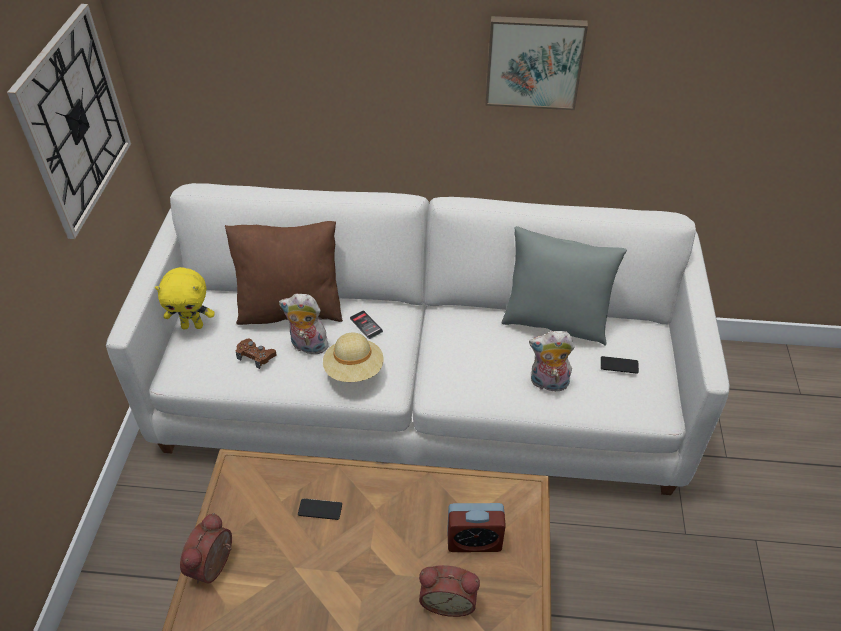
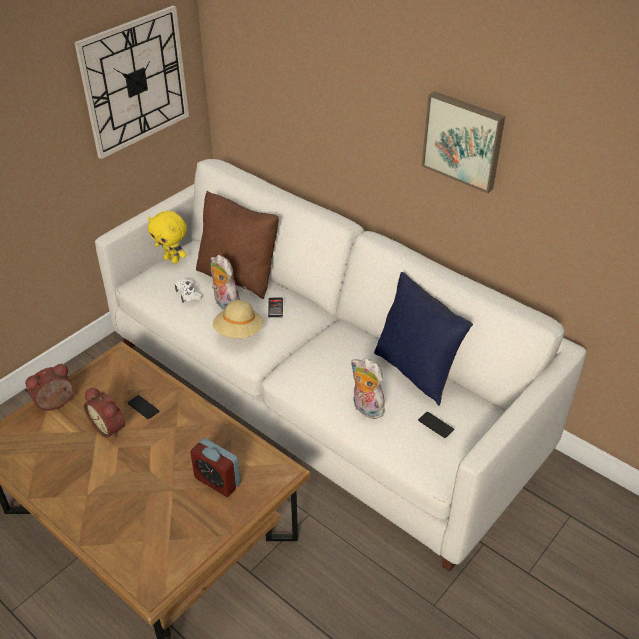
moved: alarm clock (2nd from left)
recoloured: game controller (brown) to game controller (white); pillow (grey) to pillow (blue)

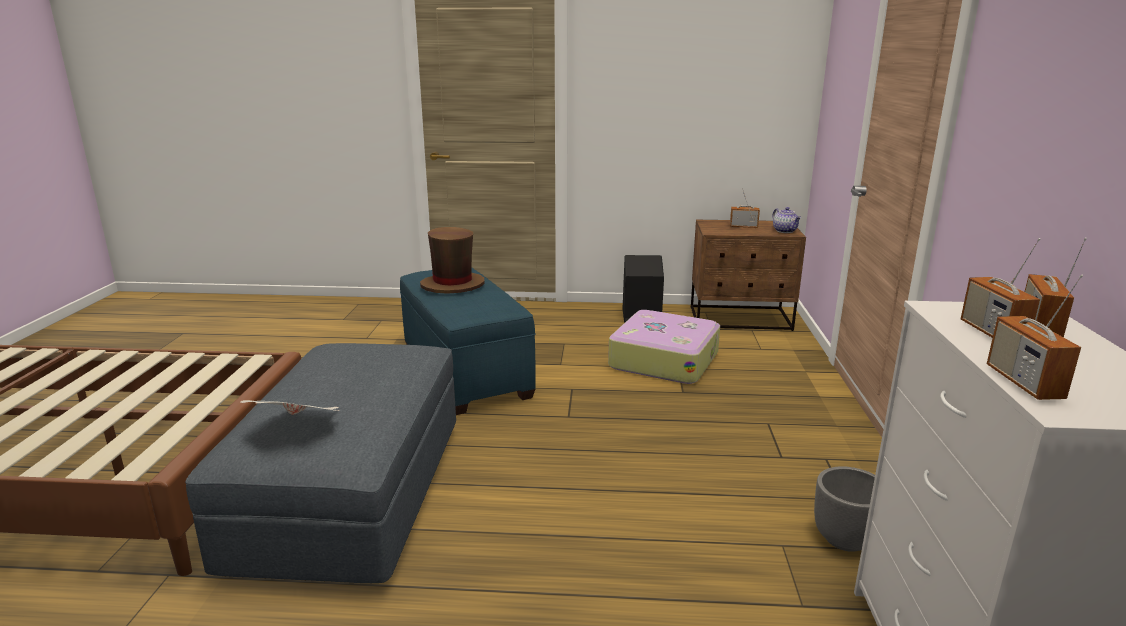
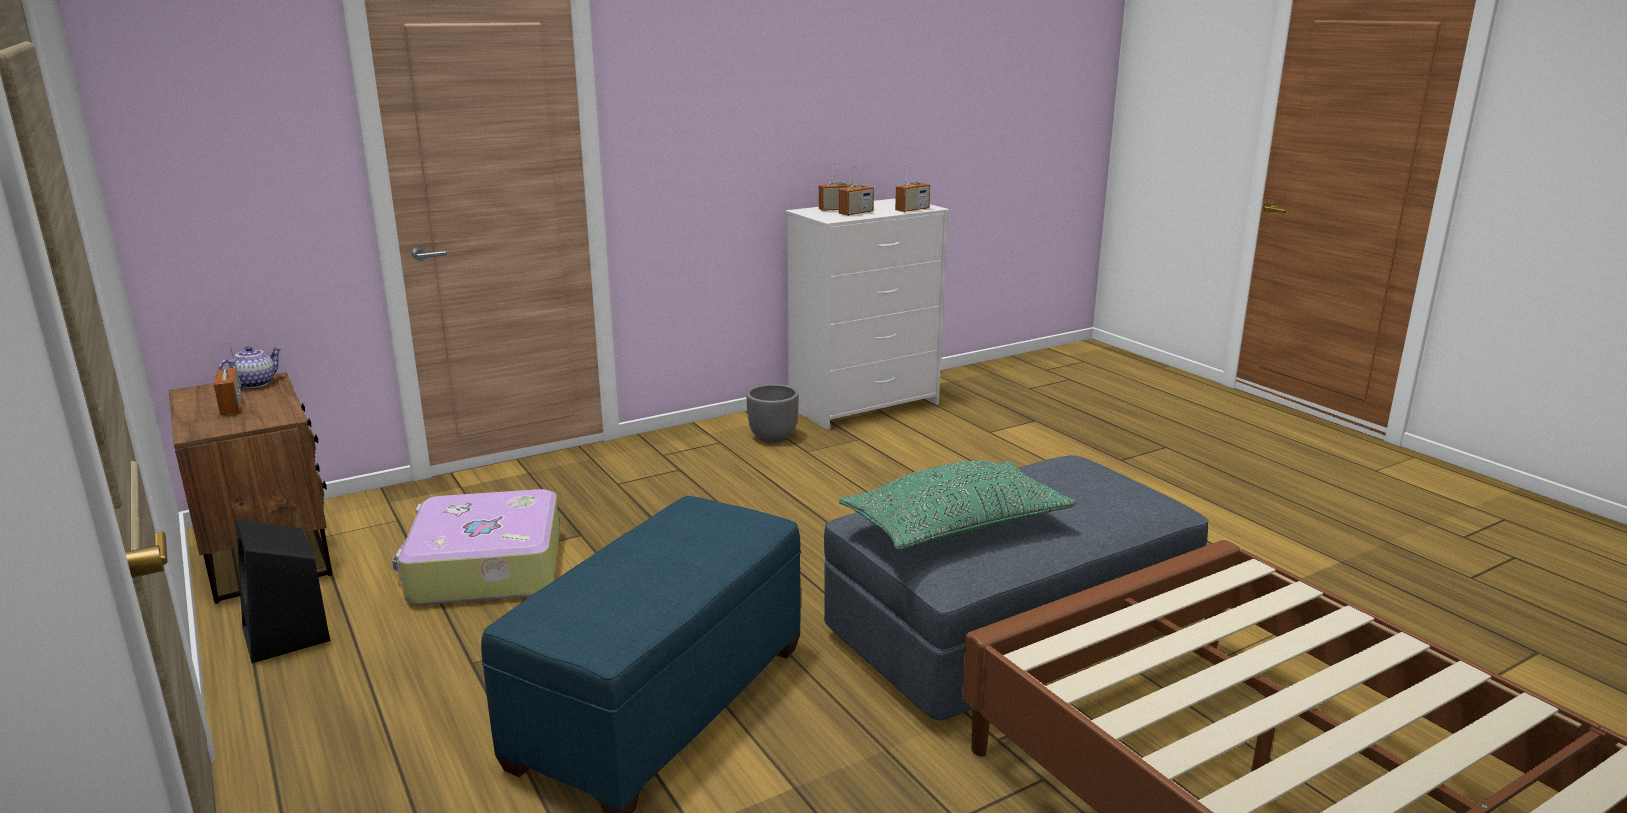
removed: newspaper; hat (brown)
added: pillow (green)

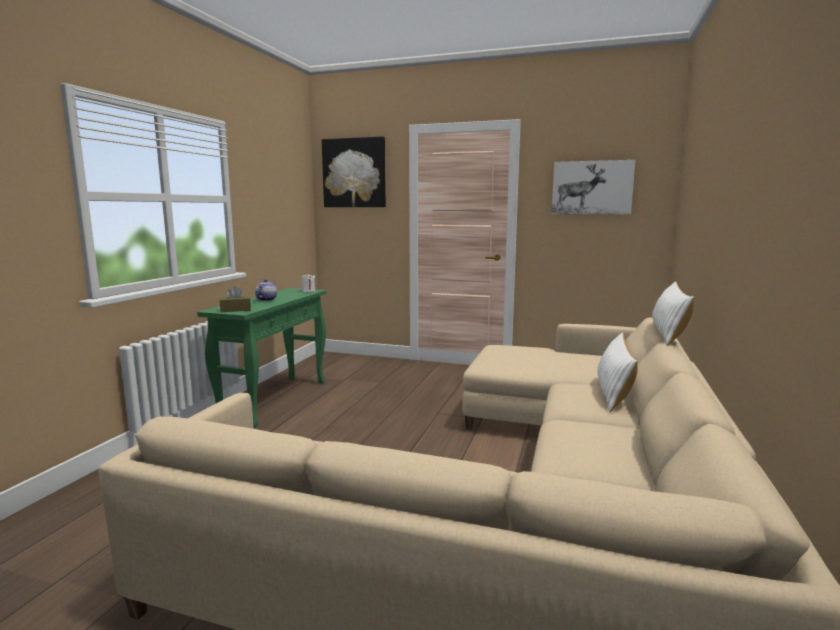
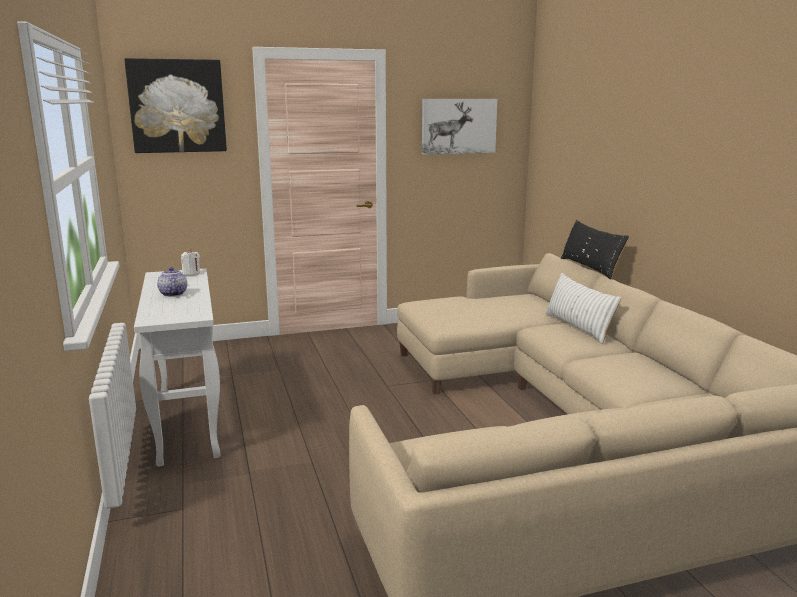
removed: tissue box (brown)
recoloured: console table (green) to console table (white); pillow (white) (2nd from left) to pillow (black)

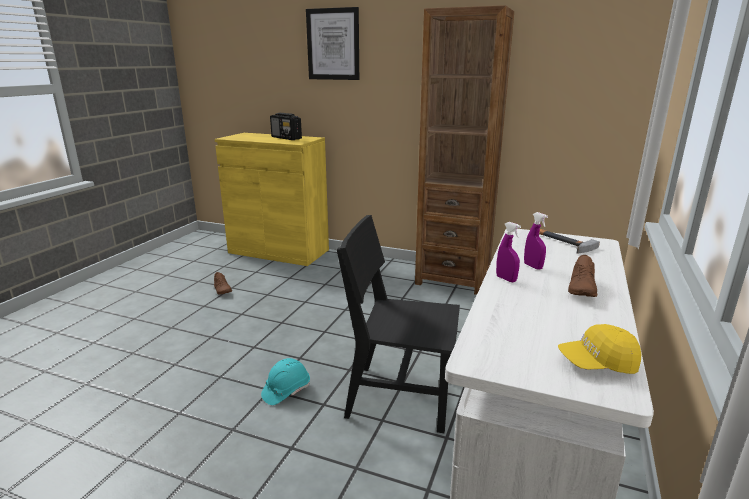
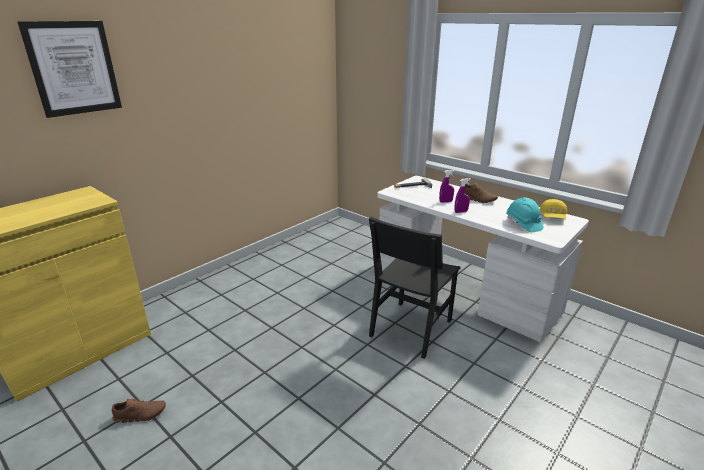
removed: radio; bookcase (brown)
moved: hard hat (turquoise)

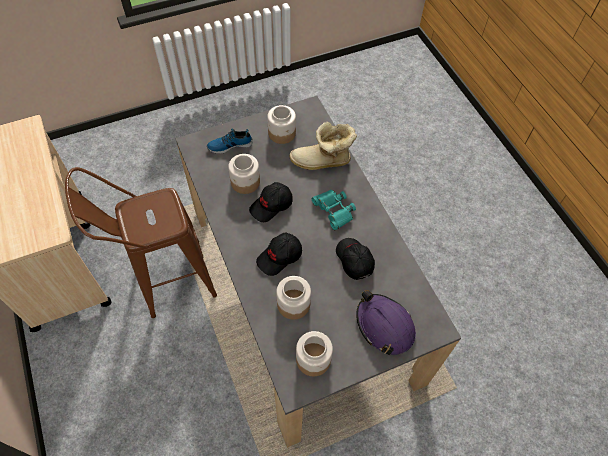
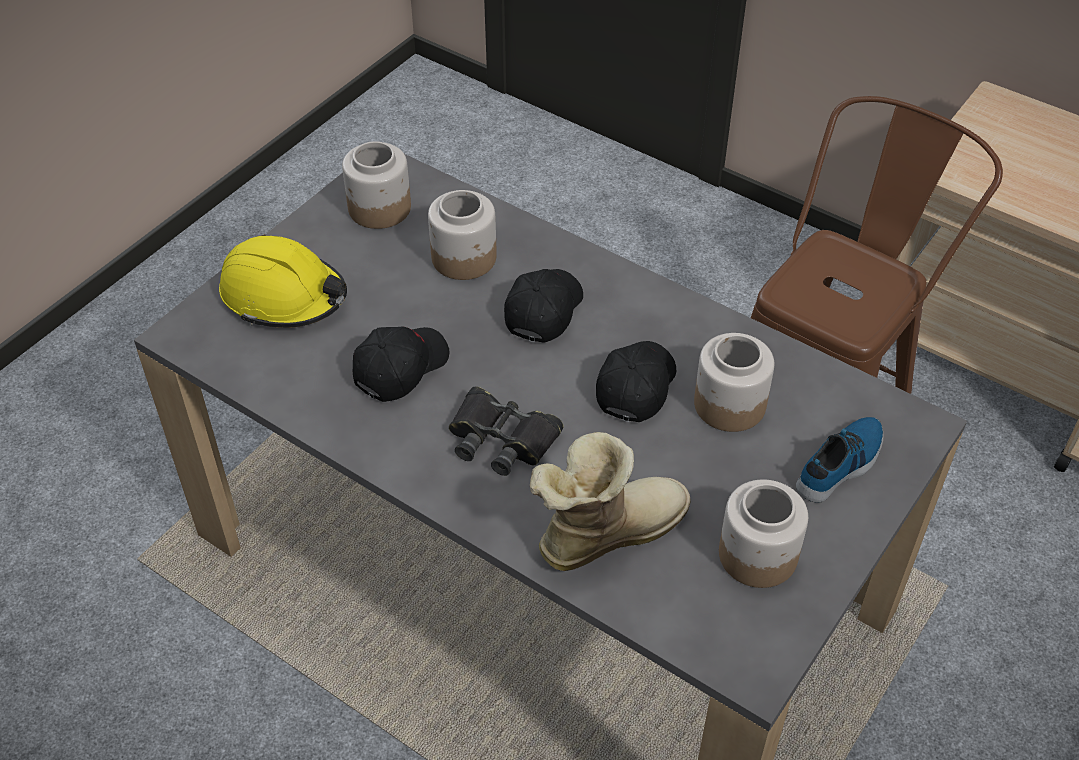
recoloured: binoculars (turquoise) to binoculars (black); hard hat (purple) to hard hat (yellow)
turned: cap (black) (3rd from left in the first image) 90 degrees counterclockwise

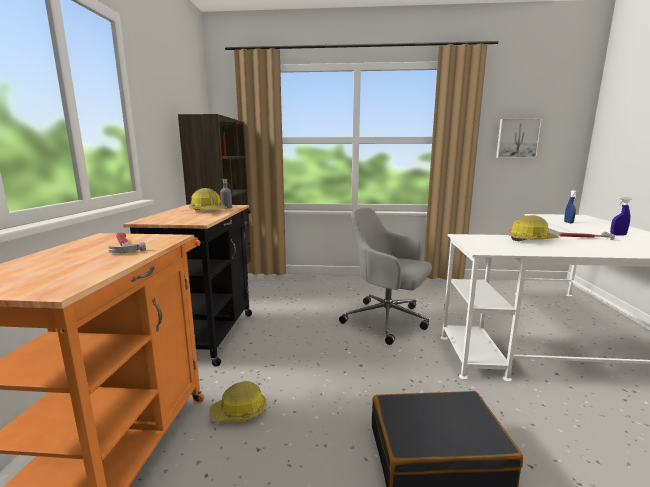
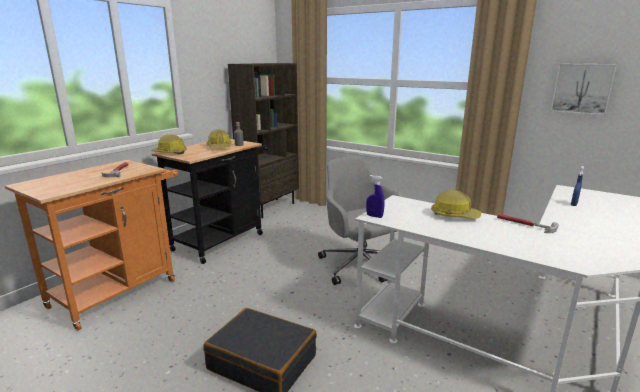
moved: hard hat (2nd from left in the first image) to hard hat (1st from left); spray bottle (blue) (2nd from left in the first image) to spray bottle (blue) (1st from left)

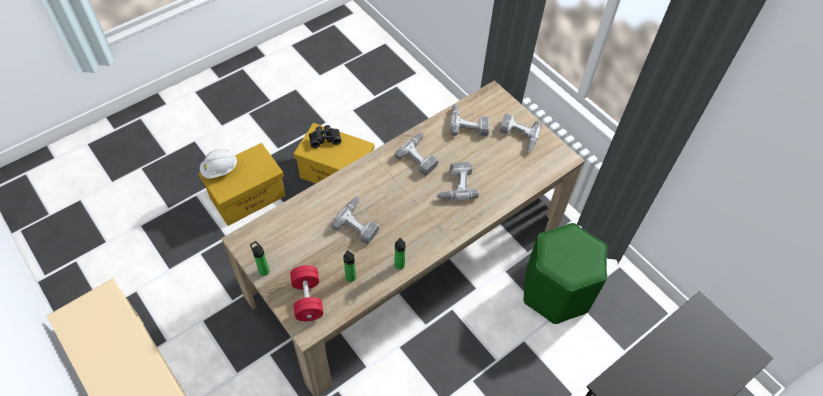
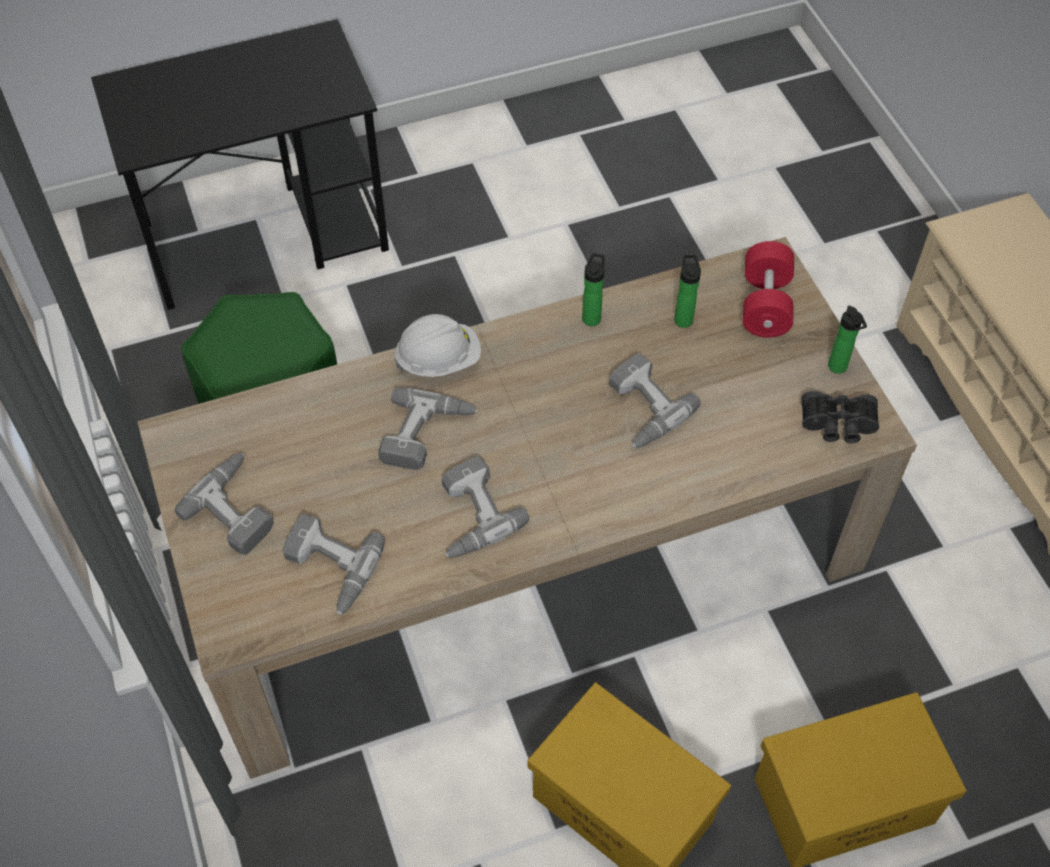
moved: hard hat (white); binoculars (black)

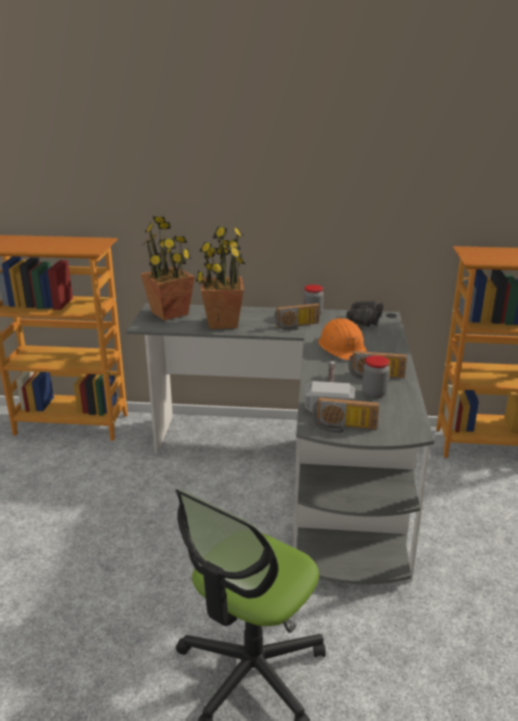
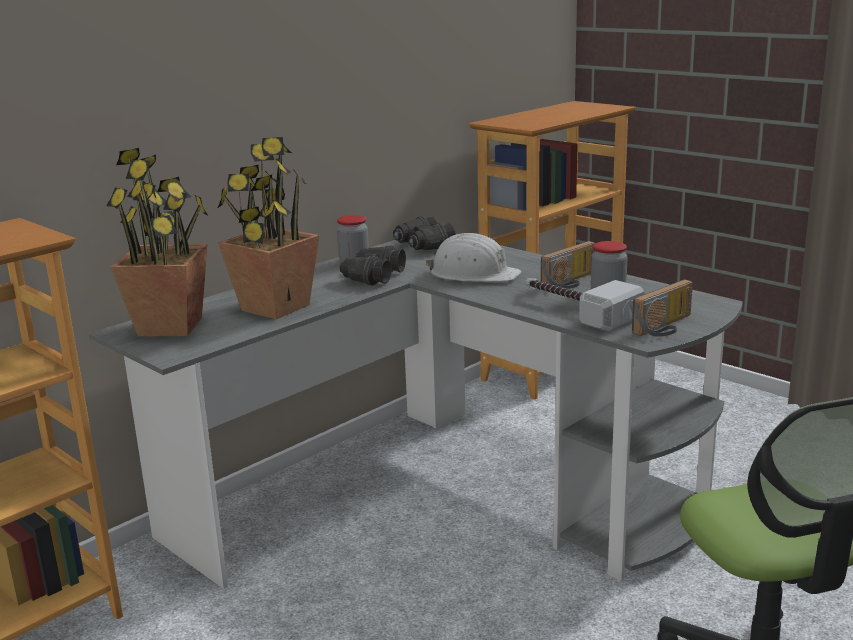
replaced: radio (1st from left) to binoculars (black) (1st from left)
recoloured: hard hat (orange) to hard hat (white)

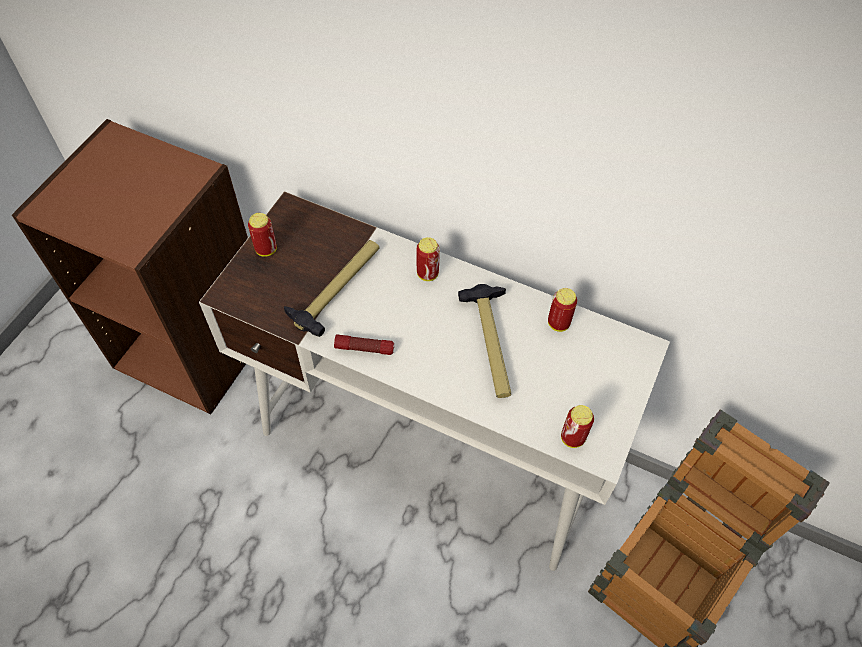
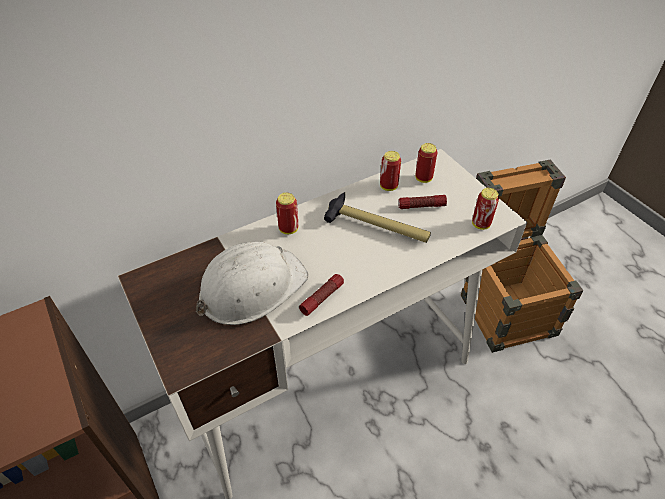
added: flashlight (2nd from left)
moved: can (1st from left in the first image) to can (3rd from left)
replaced: hammer (1st from left) to hard hat (white)

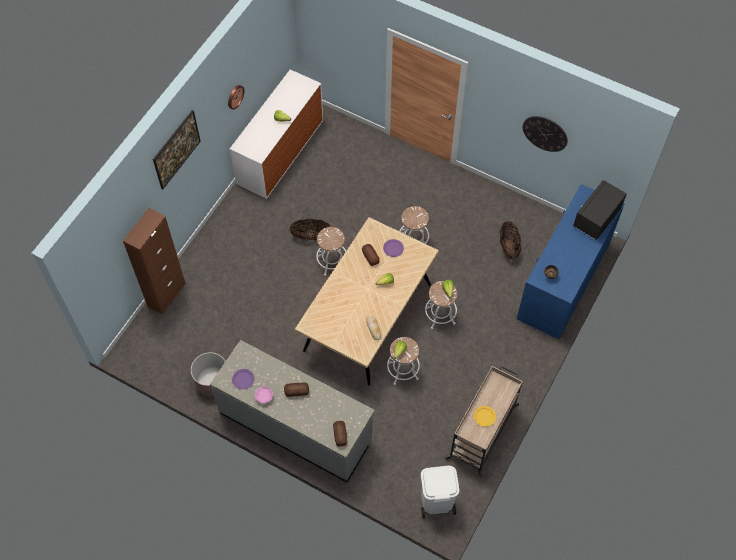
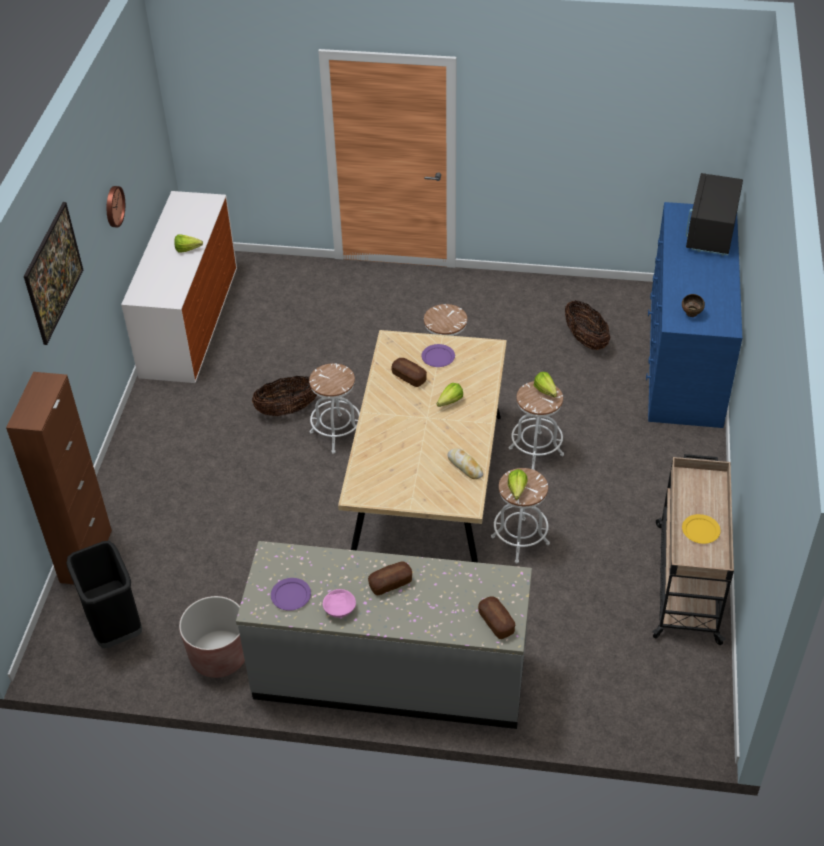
removed: trash can (white); wall clock (2nd from left)
added: trash can (black)

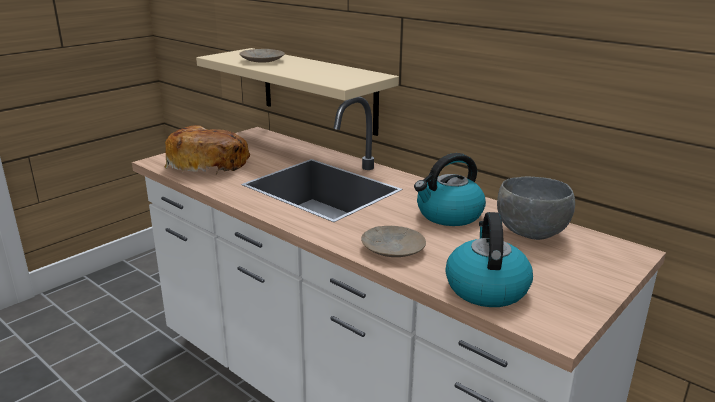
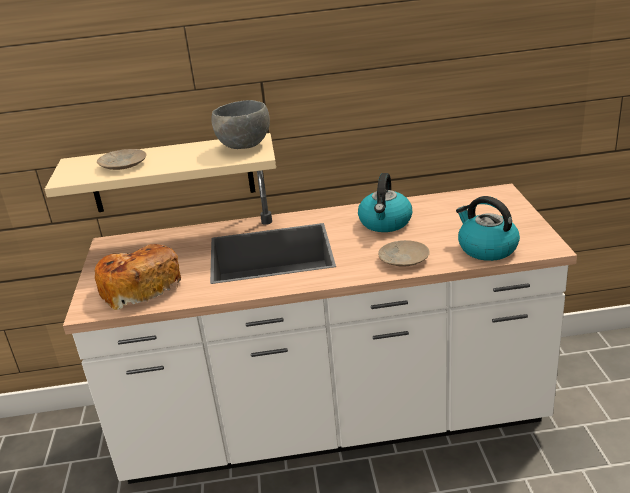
moved: bowl (grey)

